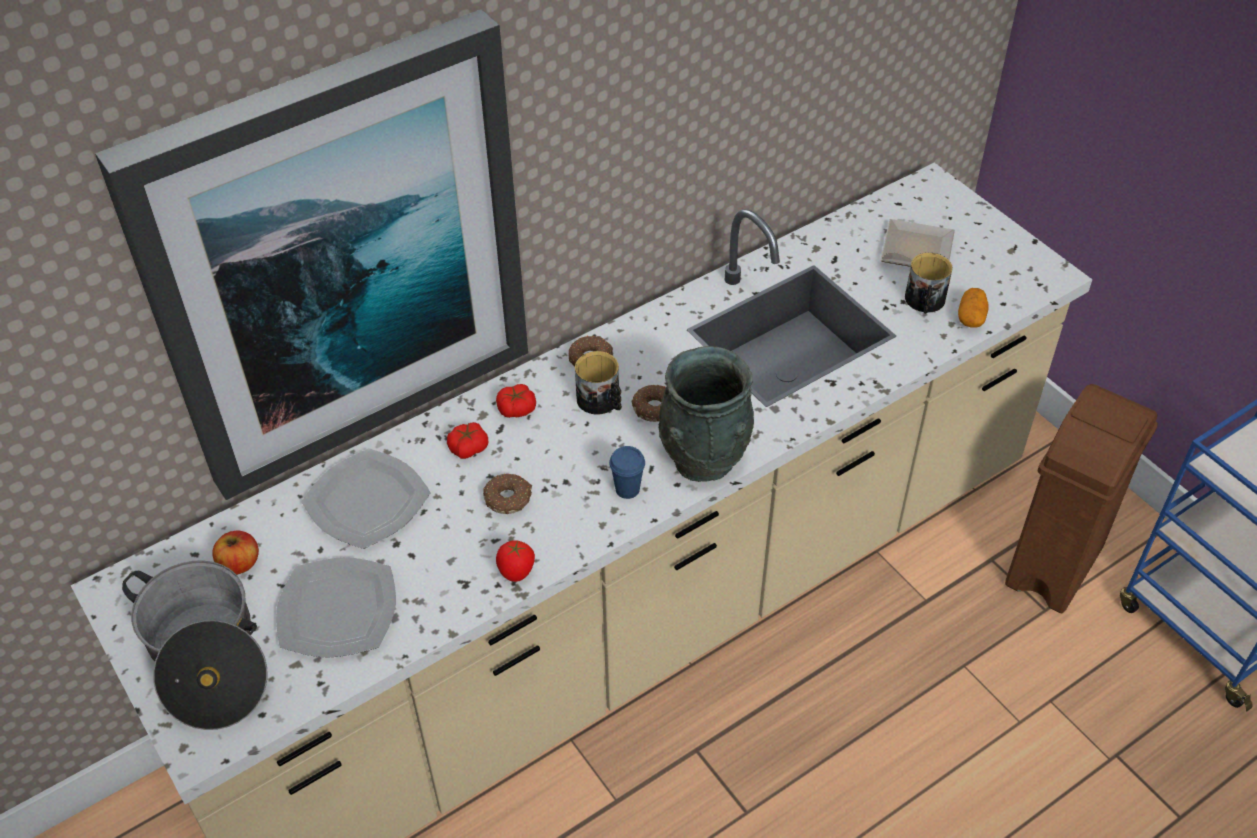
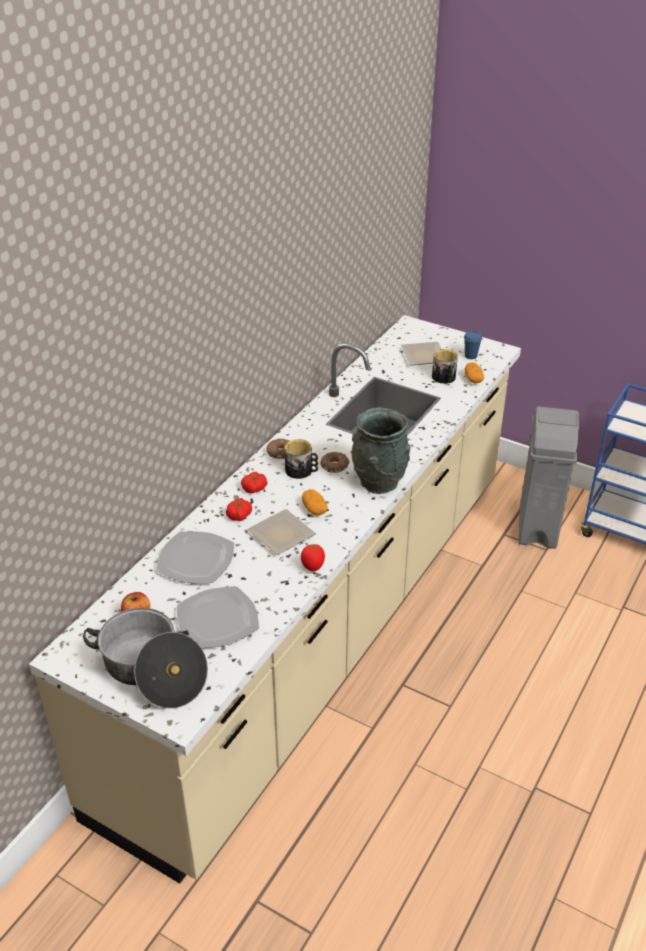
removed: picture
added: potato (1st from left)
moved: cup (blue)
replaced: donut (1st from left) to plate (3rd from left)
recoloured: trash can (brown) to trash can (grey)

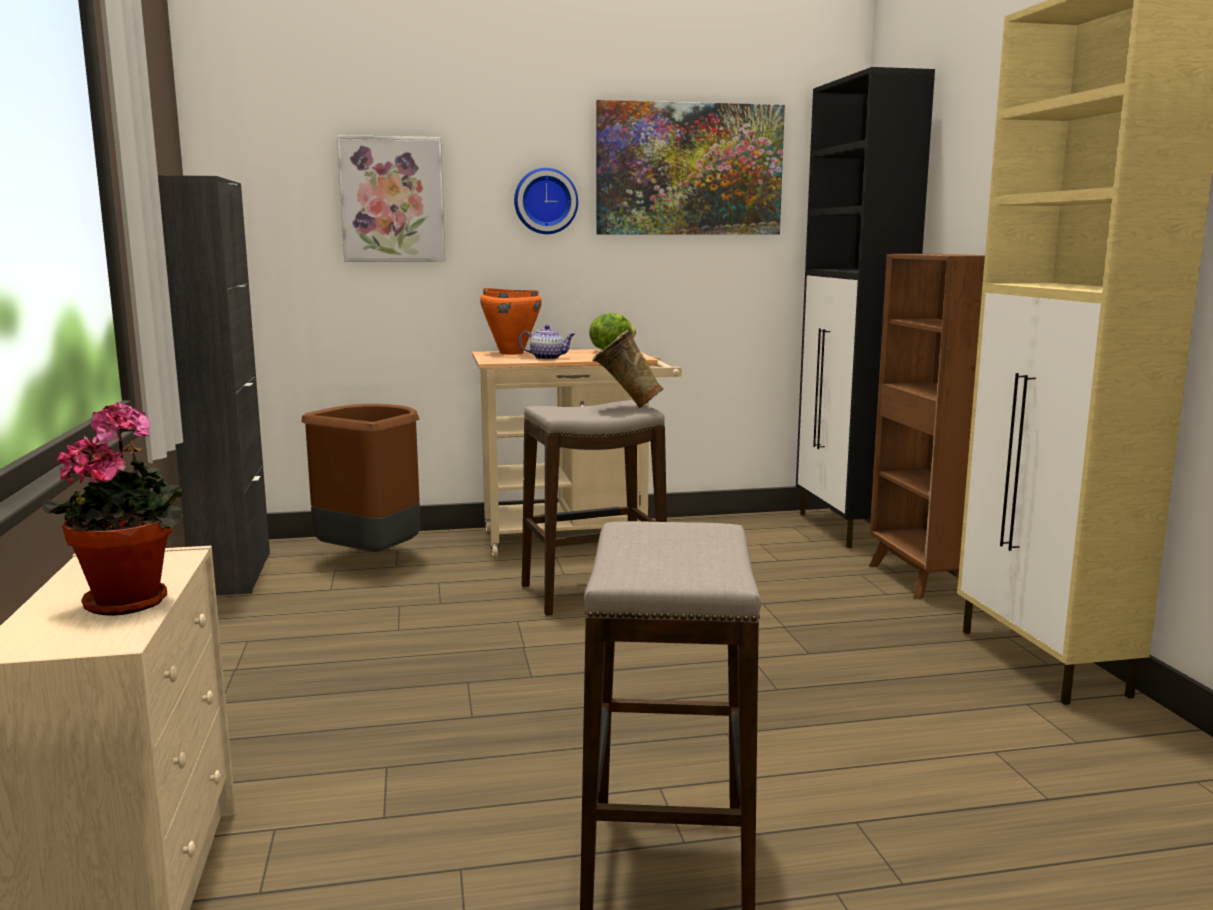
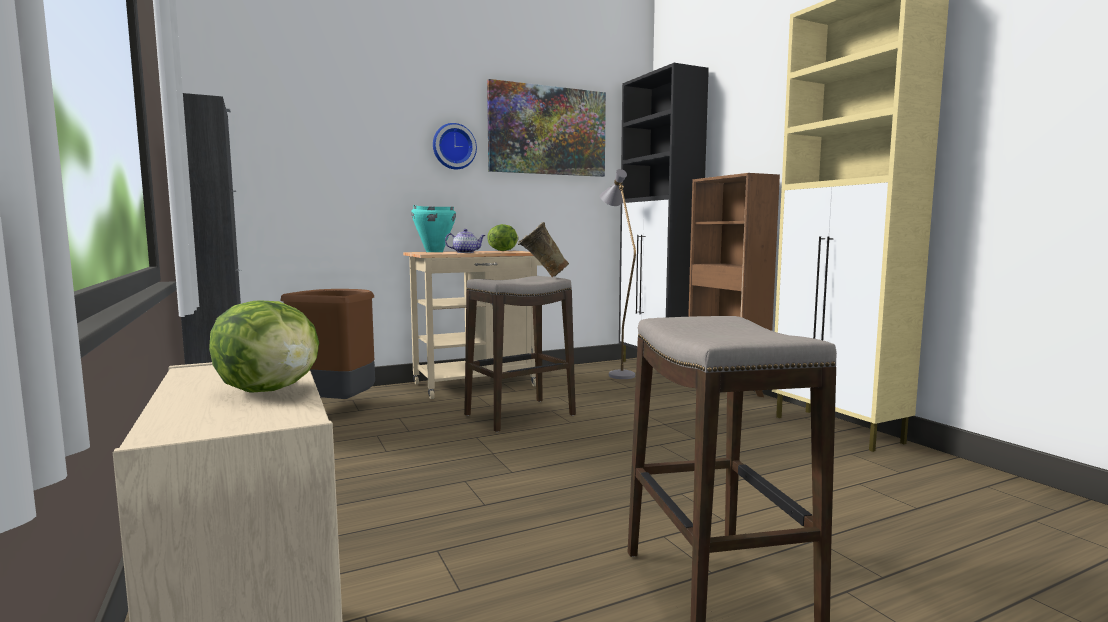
removed: picture (1st from left)
added: floor lamp (grey)
replaced: potted plant to lettuce (1st from left)
recoloured: cooking pot (orange) to cooking pot (turquoise)

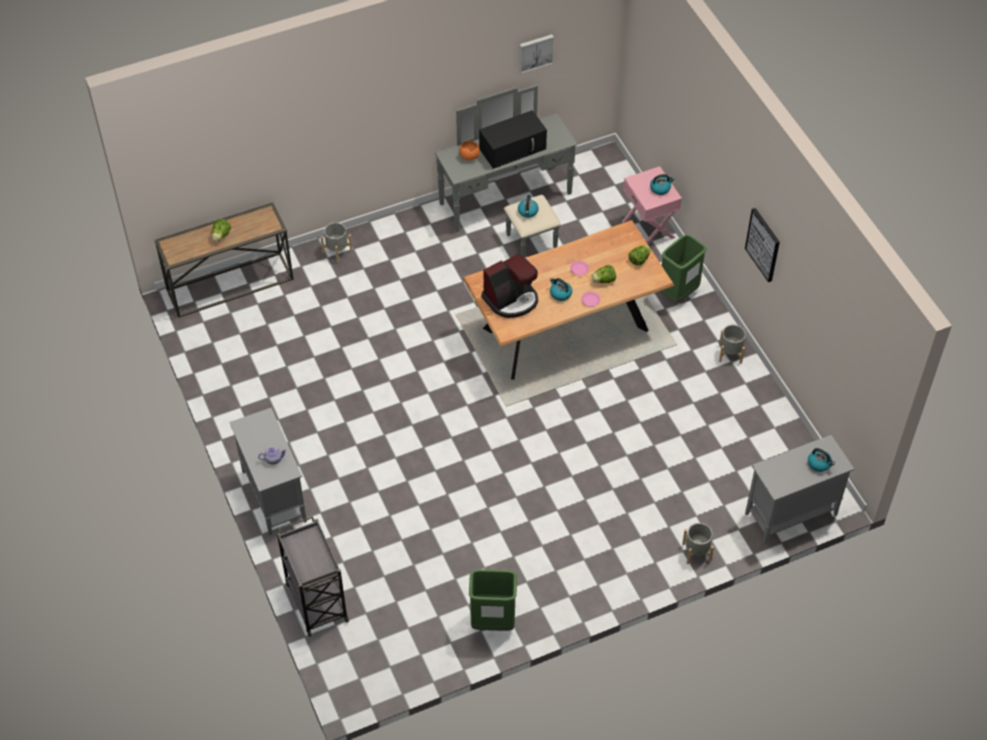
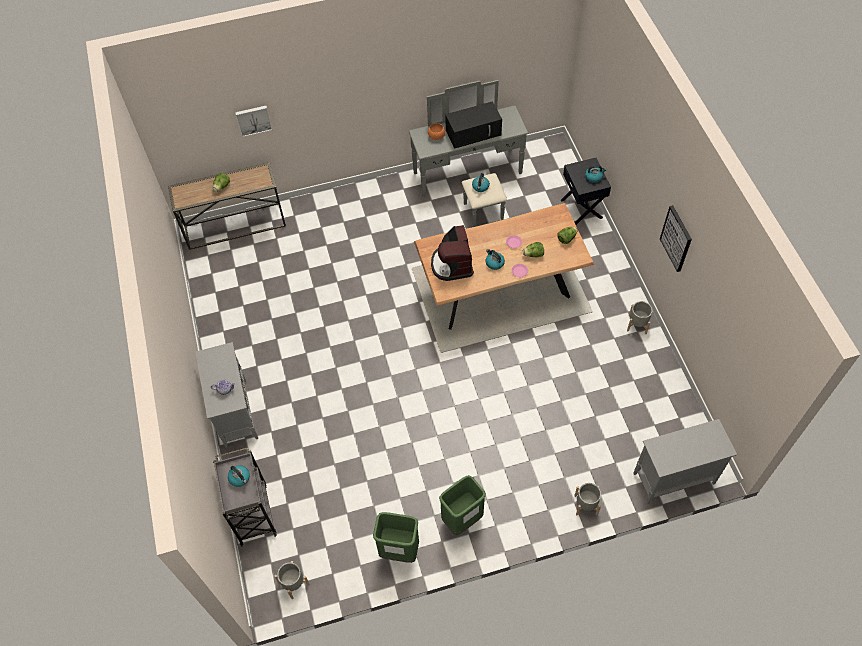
moved: planter (grey) (1st from left); picture (1st from left); trash can (green) (2nd from left); kettle (4th from left in the first image) to kettle (1st from left)
recoloured: nightstand (pink) to nightstand (black)
turned: coffee machine 105 degrees clockwise

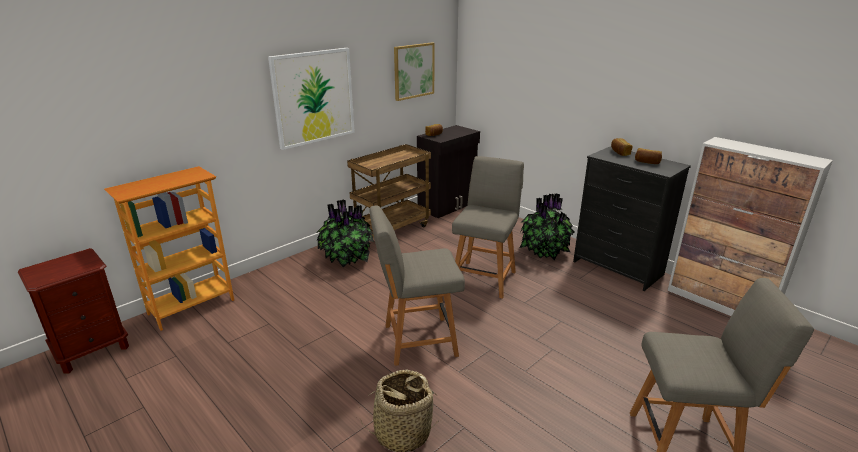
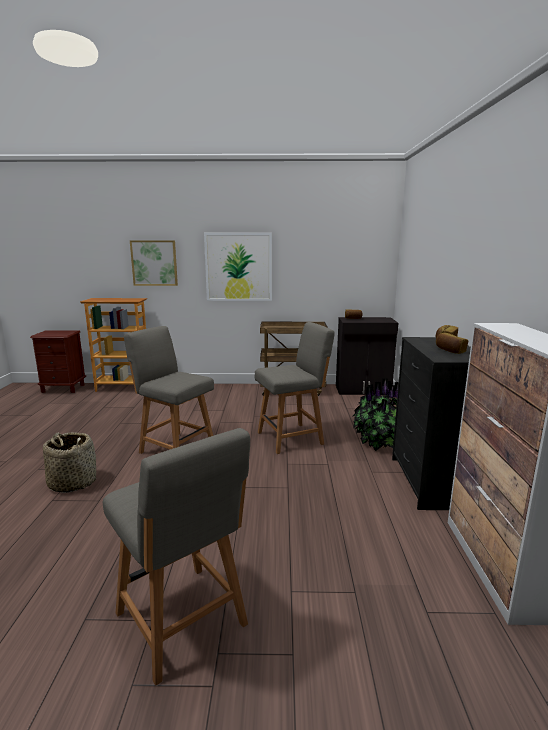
removed: potted plant (1st from left)
moved: picture (2nd from left in the first image) to picture (1st from left)

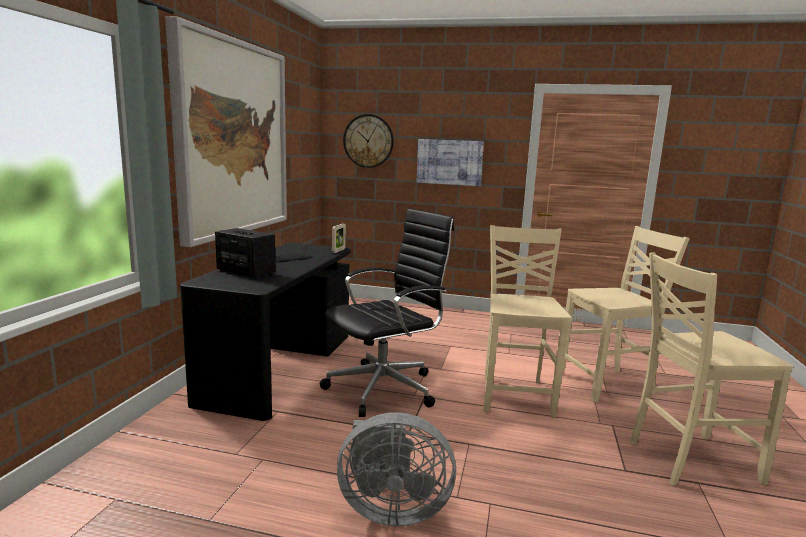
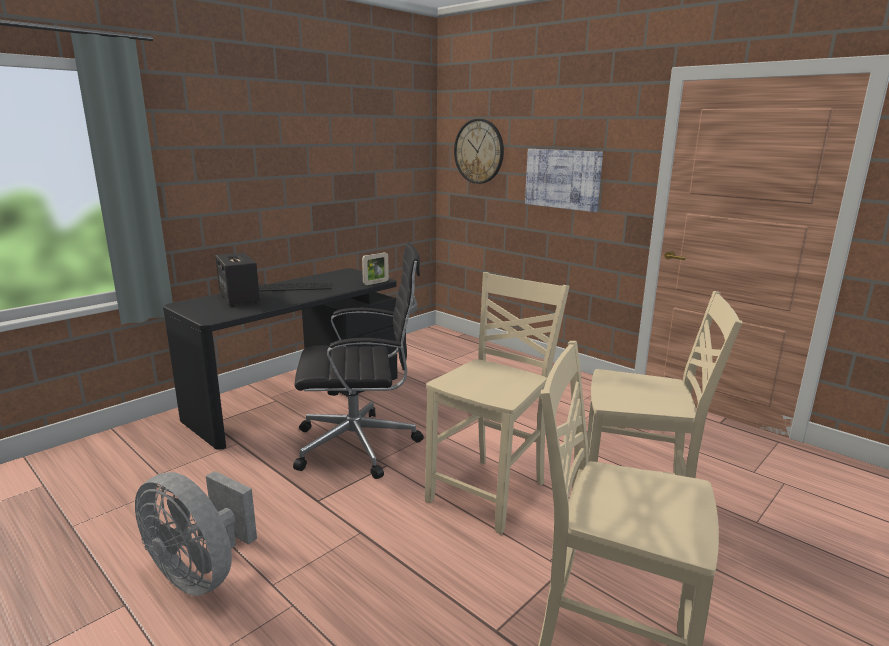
removed: picture (1st from left)

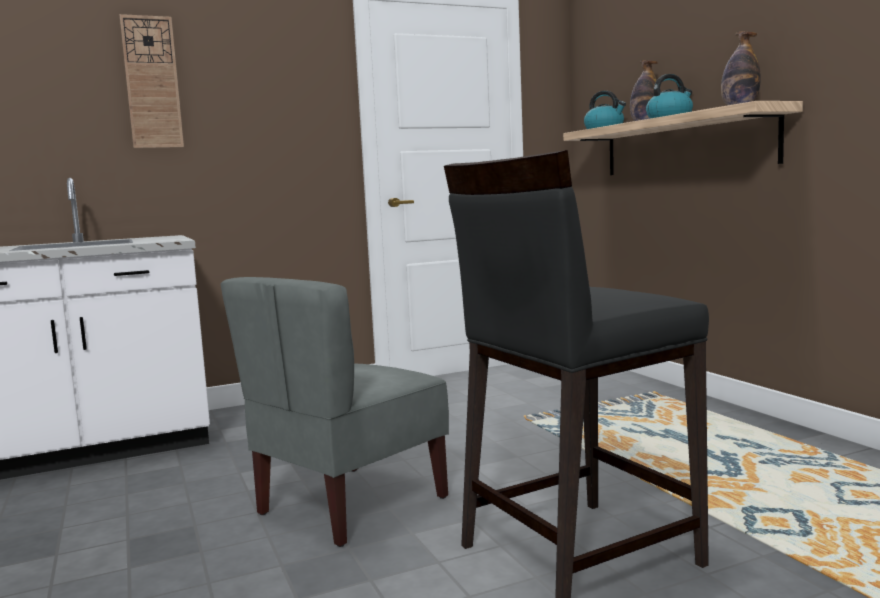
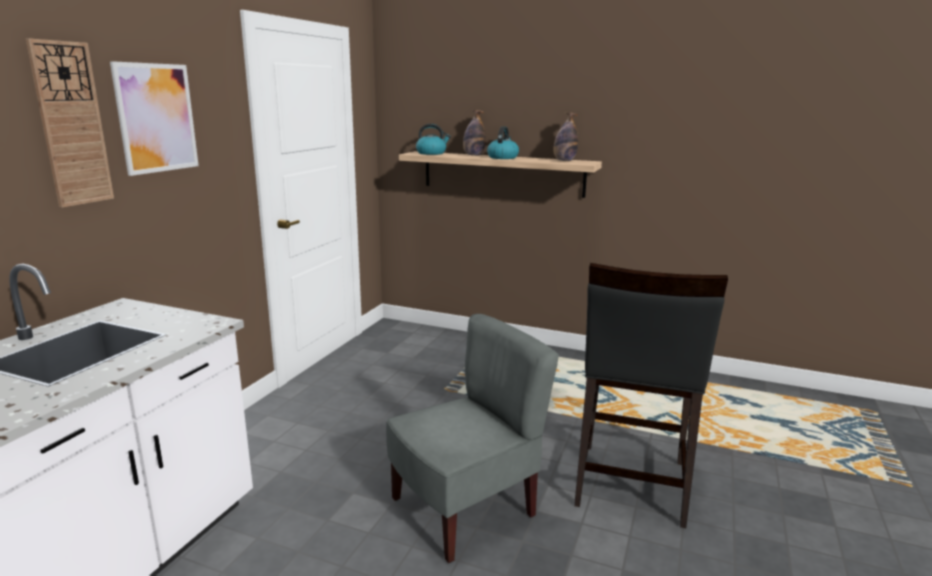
added: picture
turned: chair (grey) 120 degrees counterclockwise

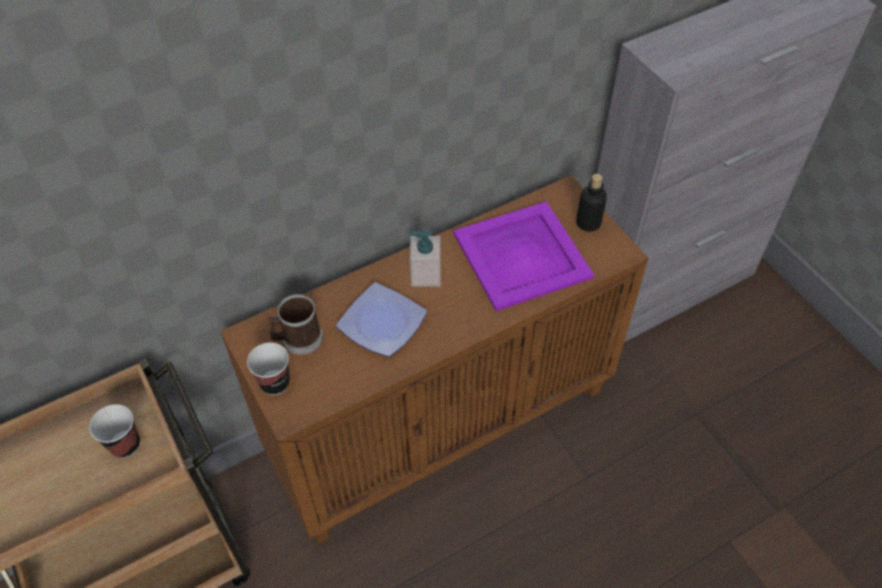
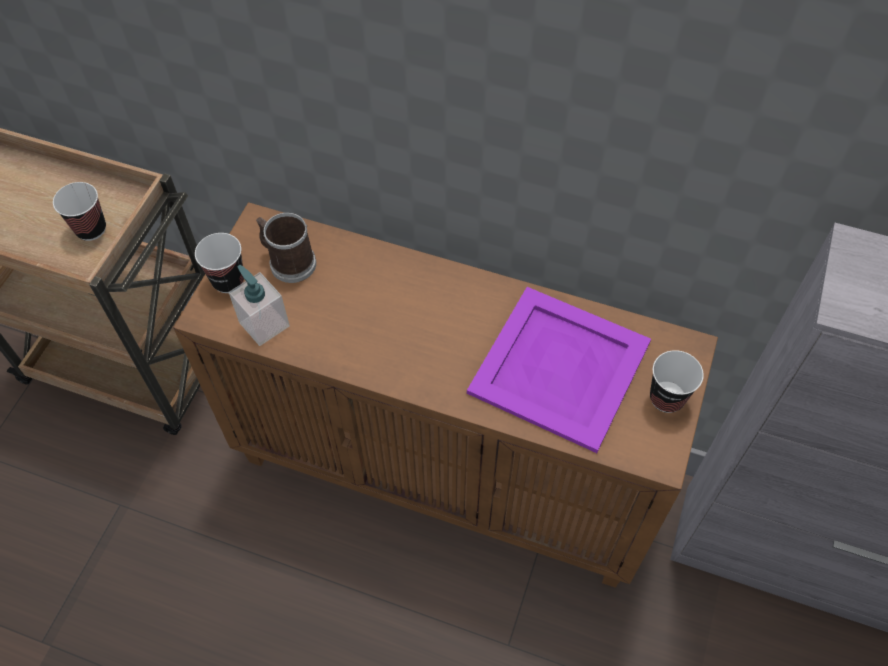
removed: plate
moved: soap dispenser
replaced: bottle to cup (3rd from left)

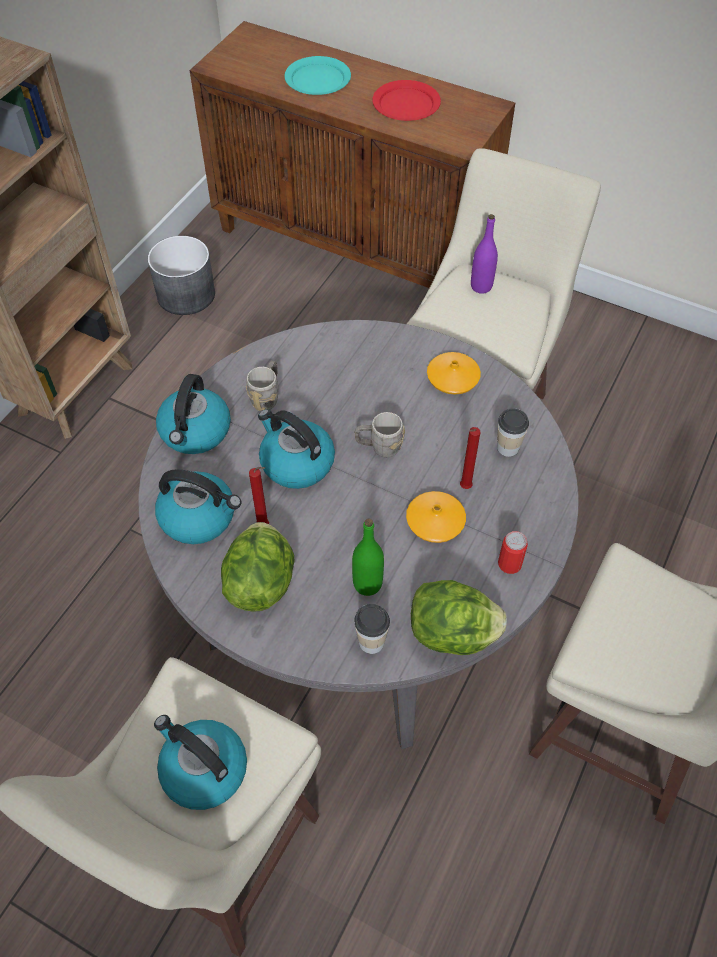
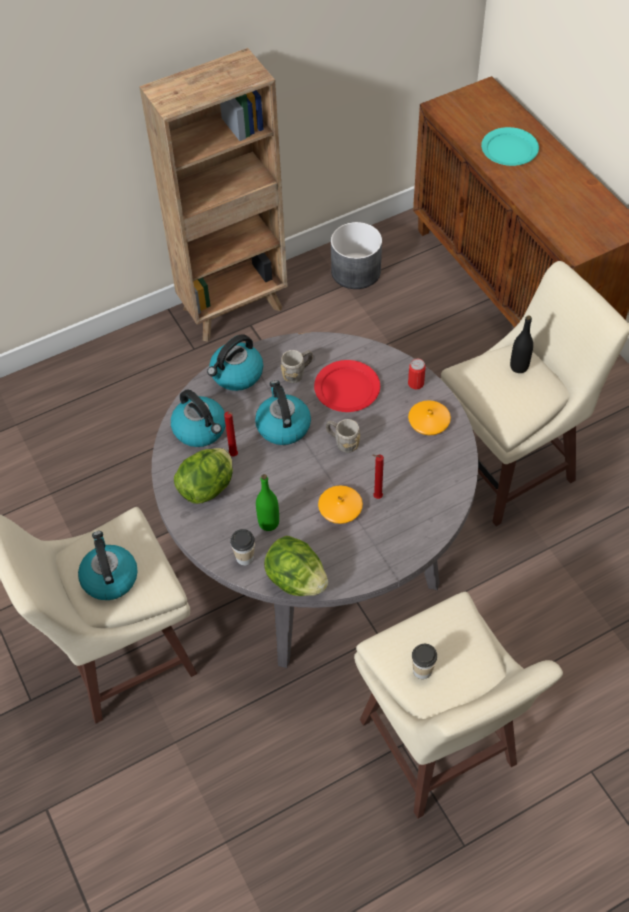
moved: plate (red); cup (2nd from left); can
recoloured: bottle (purple) to bottle (black)

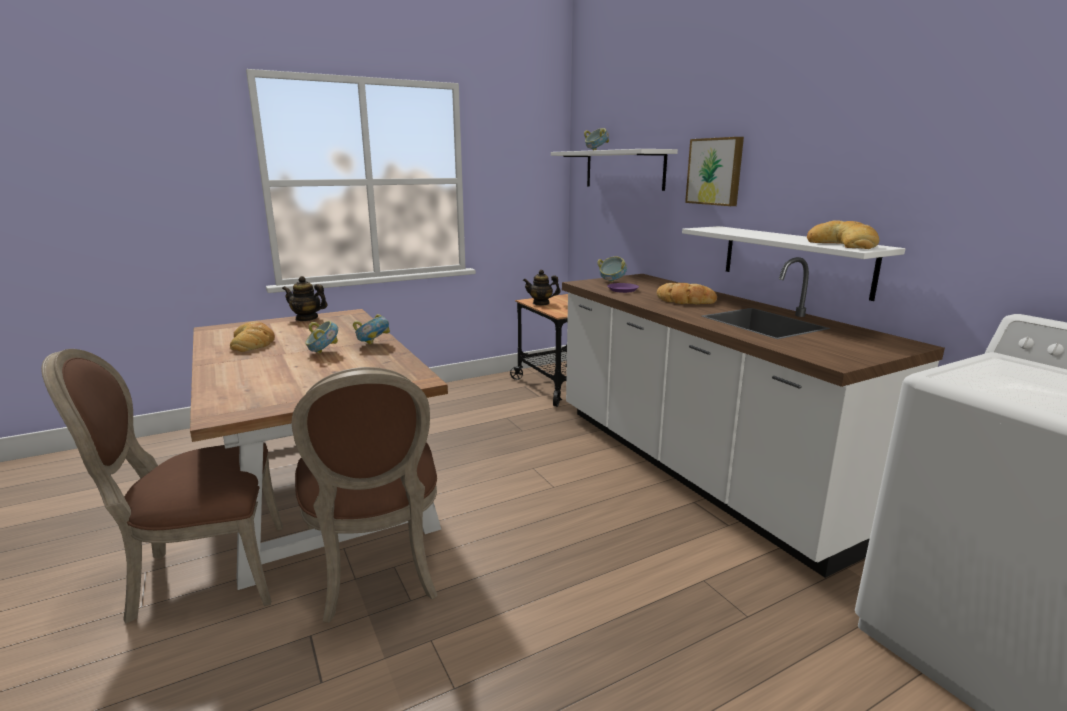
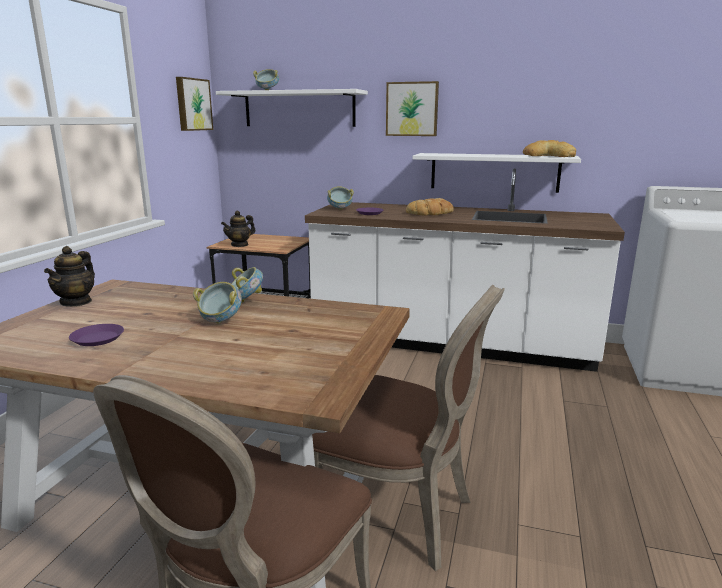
added: picture (1st from left)
replaced: bread (1st from left) to plate (purple) (1st from left)
turned: teapot (1st from left) 45 degrees counterclockwise

